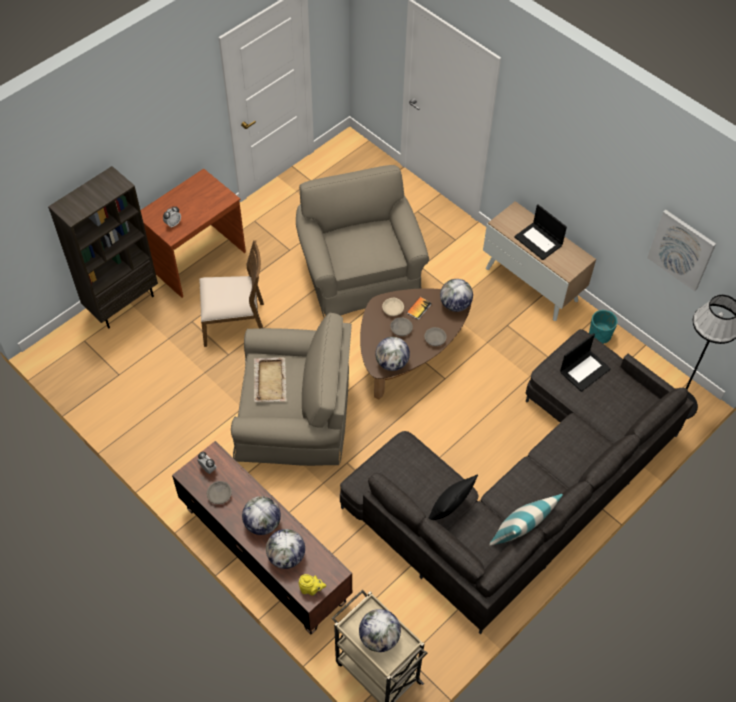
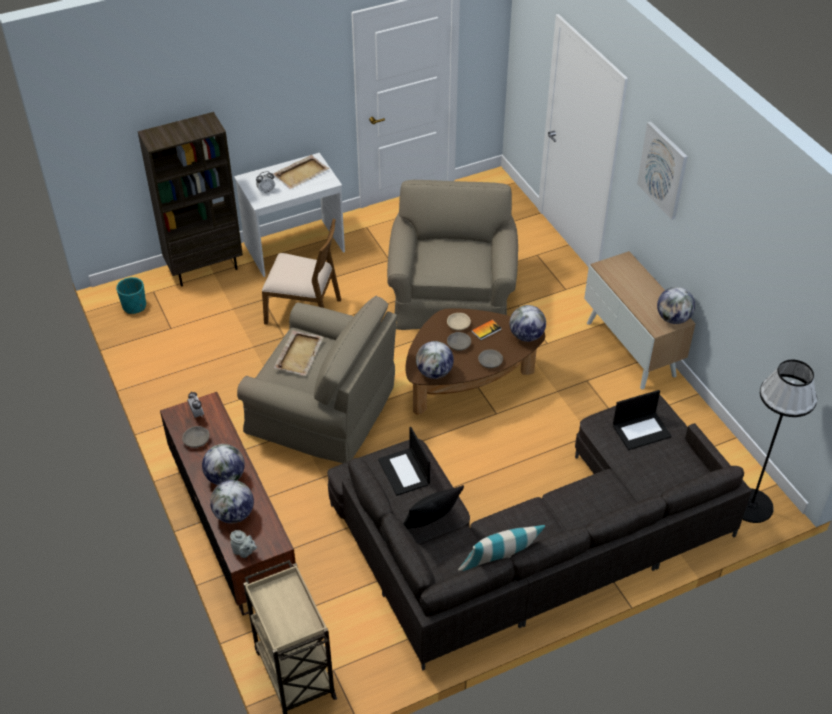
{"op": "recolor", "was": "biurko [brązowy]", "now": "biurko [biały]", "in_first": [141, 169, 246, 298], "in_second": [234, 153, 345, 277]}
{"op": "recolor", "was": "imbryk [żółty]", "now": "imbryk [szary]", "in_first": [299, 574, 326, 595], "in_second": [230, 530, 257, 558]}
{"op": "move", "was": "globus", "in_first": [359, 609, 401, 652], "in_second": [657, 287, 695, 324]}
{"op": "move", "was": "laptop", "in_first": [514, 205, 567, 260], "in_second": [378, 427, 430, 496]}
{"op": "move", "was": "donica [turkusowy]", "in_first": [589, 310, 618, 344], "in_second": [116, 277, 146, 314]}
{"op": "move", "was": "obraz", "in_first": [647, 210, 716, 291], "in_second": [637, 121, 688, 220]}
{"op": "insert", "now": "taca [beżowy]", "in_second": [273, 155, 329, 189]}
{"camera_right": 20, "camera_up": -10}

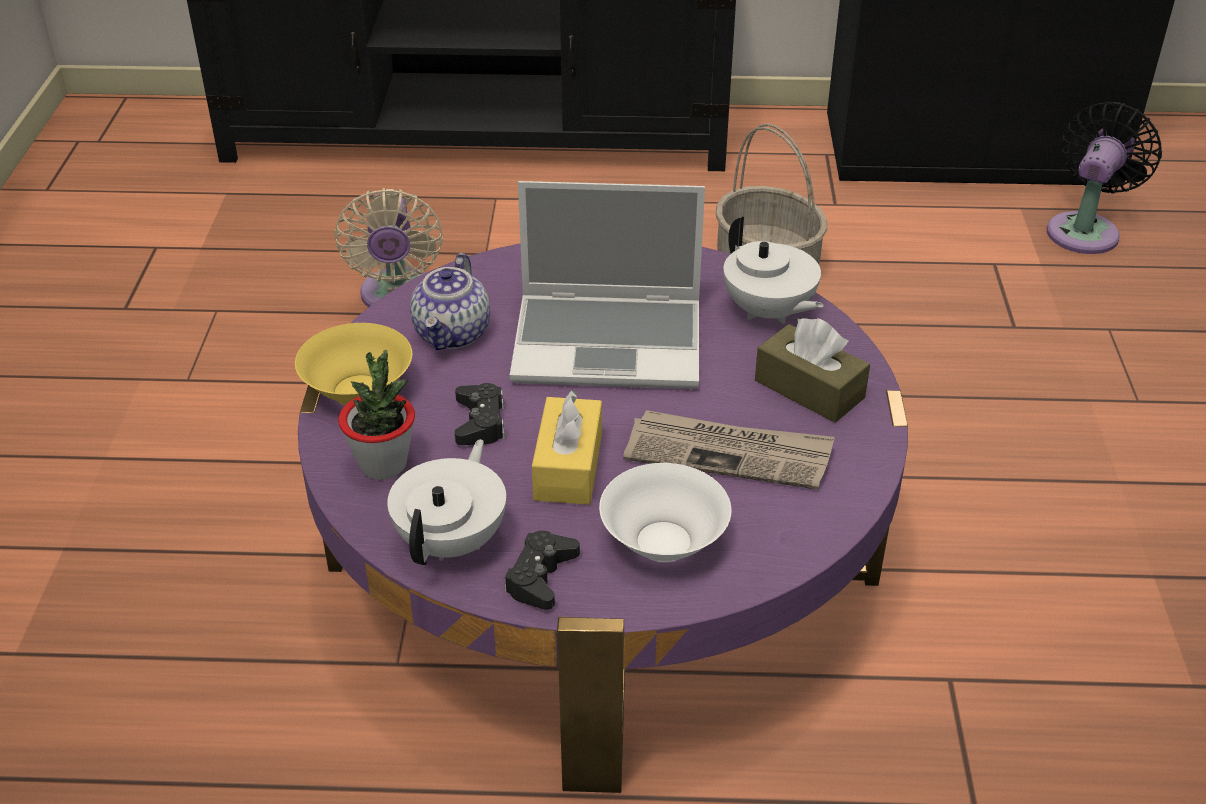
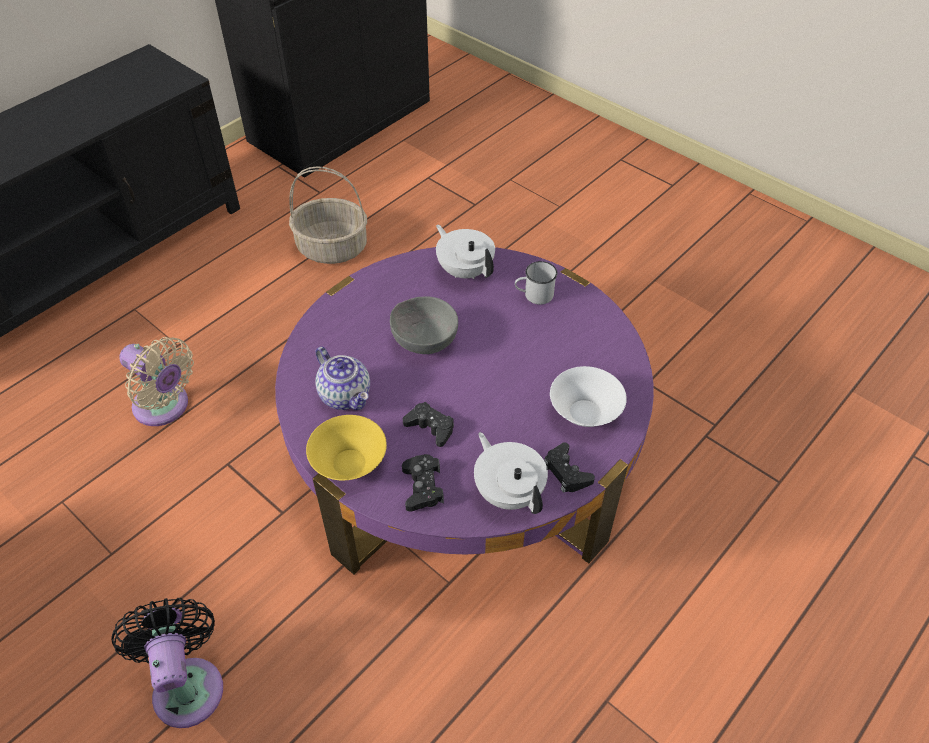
{"op": "replace", "was": "roślina doniczkowa", "now": "pad do gier [czarny]", "in_first": [338, 350, 415, 480], "in_second": [402, 454, 444, 511]}
{"op": "replace", "was": "laptop", "now": "miska [szary]", "in_first": [510, 181, 705, 389], "in_second": [390, 297, 458, 354]}
{"op": "delete", "was": "pudełko chusteczek [żółty]", "in_first": [532, 390, 602, 505]}
{"op": "delete", "was": "gazeta", "in_first": [623, 410, 835, 490]}
{"op": "rotate", "was": "imbryk [biały]", "in_first": [723, 216, 824, 324], "in_second": [436, 225, 495, 279], "clockwise": -135}
{"op": "replace", "was": "pudełko chusteczek [brązowy]", "now": "kubek [biały]", "in_first": [755, 318, 870, 423], "in_second": [515, 261, 557, 305]}
{"op": "move", "was": "wentylator [czarny]", "in_first": [1047, 102, 1162, 254], "in_second": [111, 598, 223, 728]}
{"camera_right": -50, "camera_up": 10}

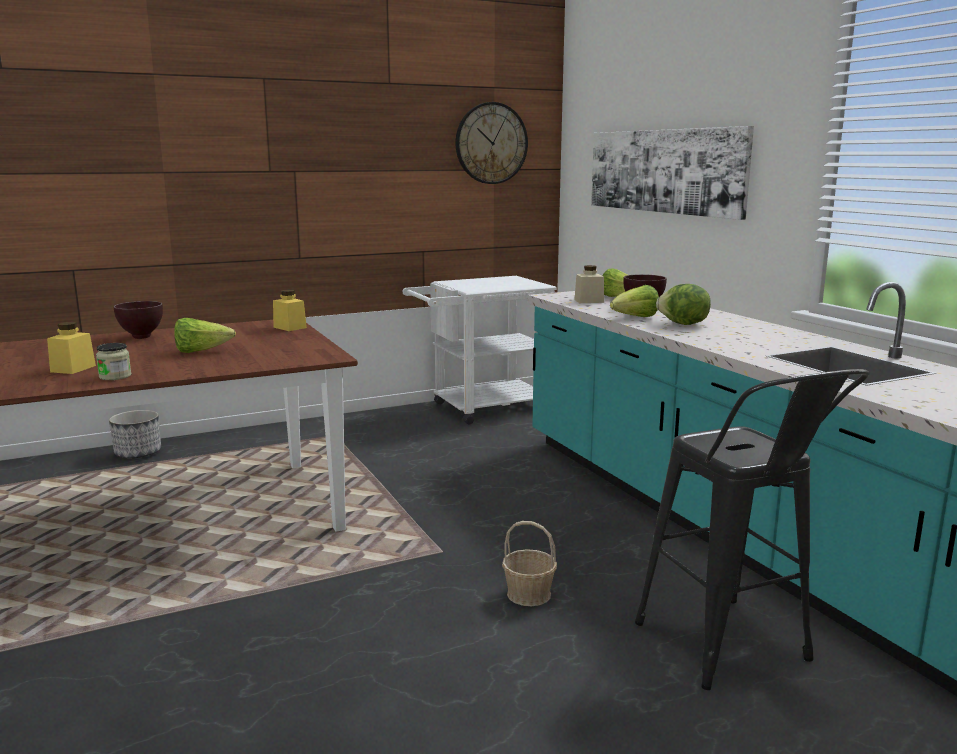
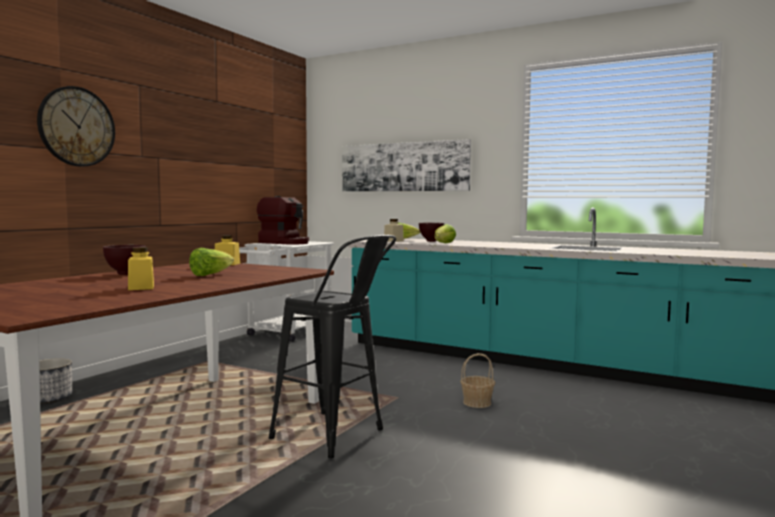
{"op": "delete", "was": "słoik", "in_first": [96, 343, 131, 380]}
{"op": "move", "was": "zegar ścienny", "in_first": [456, 102, 528, 184], "in_second": [37, 86, 115, 166]}
{"op": "move", "was": "stołek [czarny]", "in_first": [635, 369, 870, 690], "in_second": [269, 235, 396, 458]}
{"op": "delete", "was": "sałata", "in_first": [656, 284, 711, 325]}
{"op": "insert", "now": "ekspres do kawy", "in_second": [257, 196, 309, 245]}
{"camera_right": -35, "camera_up": -10}

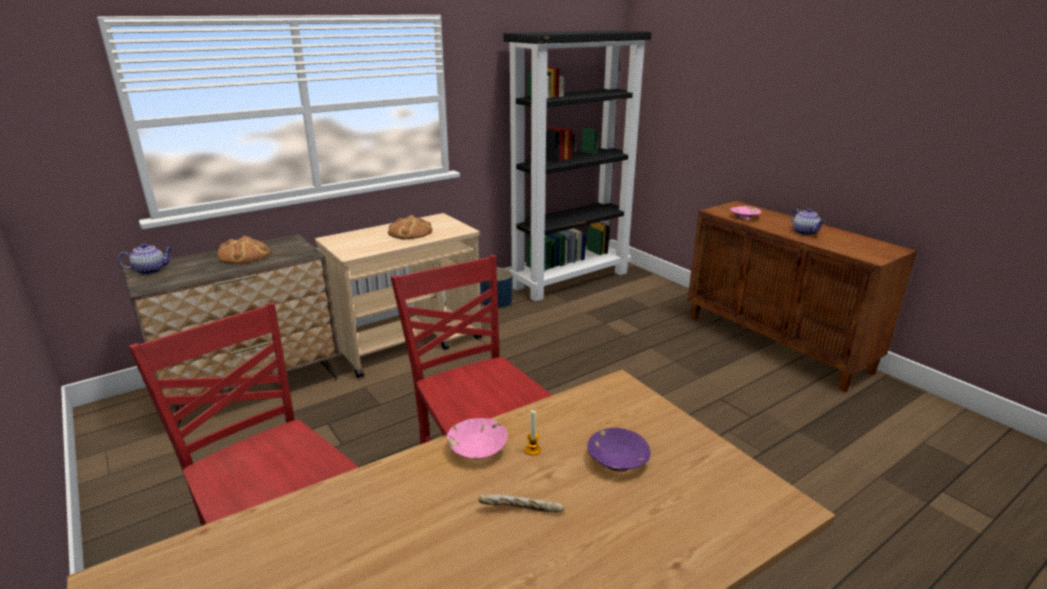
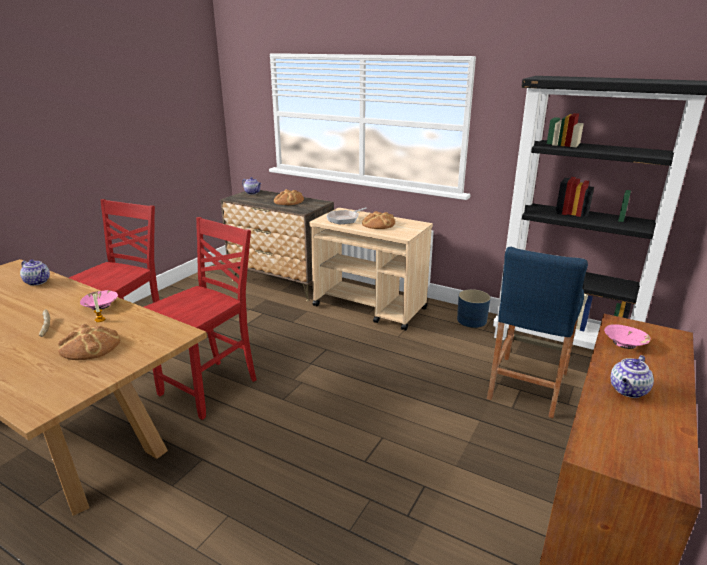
{"op": "replace", "was": "miska [fioletowy]", "now": "chleb", "in_first": [587, 428, 650, 471], "in_second": [58, 324, 120, 360]}
{"op": "insert", "now": "imbryk", "in_second": [20, 259, 50, 286]}
{"op": "insert", "now": "patelnia", "in_second": [327, 207, 367, 224]}
{"op": "insert", "now": "stołek [niebieski]", "in_second": [487, 247, 588, 418]}
{"camera_right": 65, "camera_up": 0}

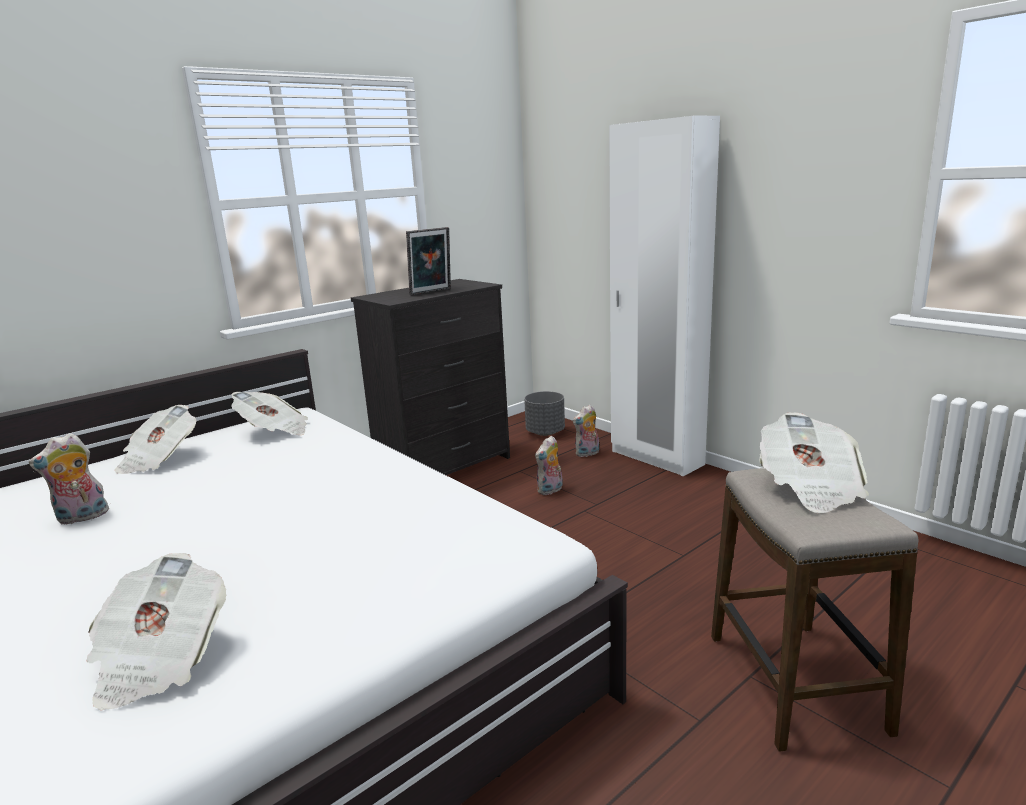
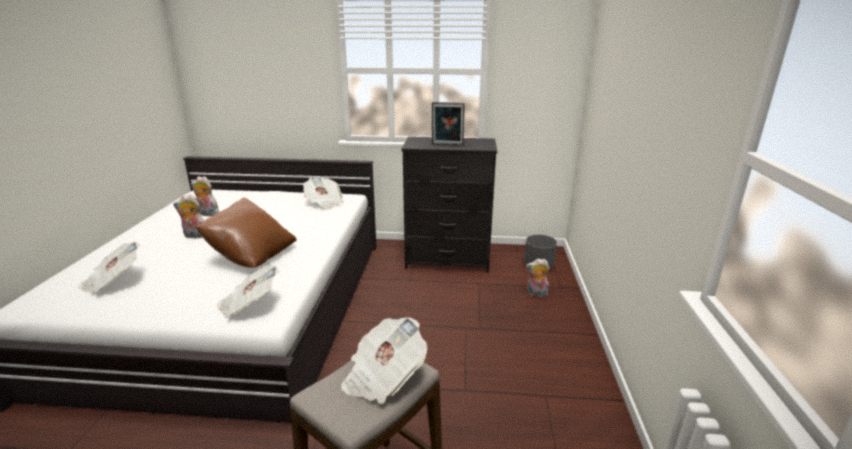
{"op": "move", "was": "gazeta", "in_first": [115, 405, 196, 474], "in_second": [217, 265, 279, 318]}
{"op": "move", "was": "pluszak", "in_first": [535, 436, 563, 495], "in_second": [173, 194, 204, 239]}
{"op": "delete", "was": "szafa [biały]", "in_first": [609, 115, 720, 476]}
{"op": "insert", "now": "poduszka [brązowy]", "in_second": [196, 197, 297, 268]}
{"camera_right": 45, "camera_up": 5}

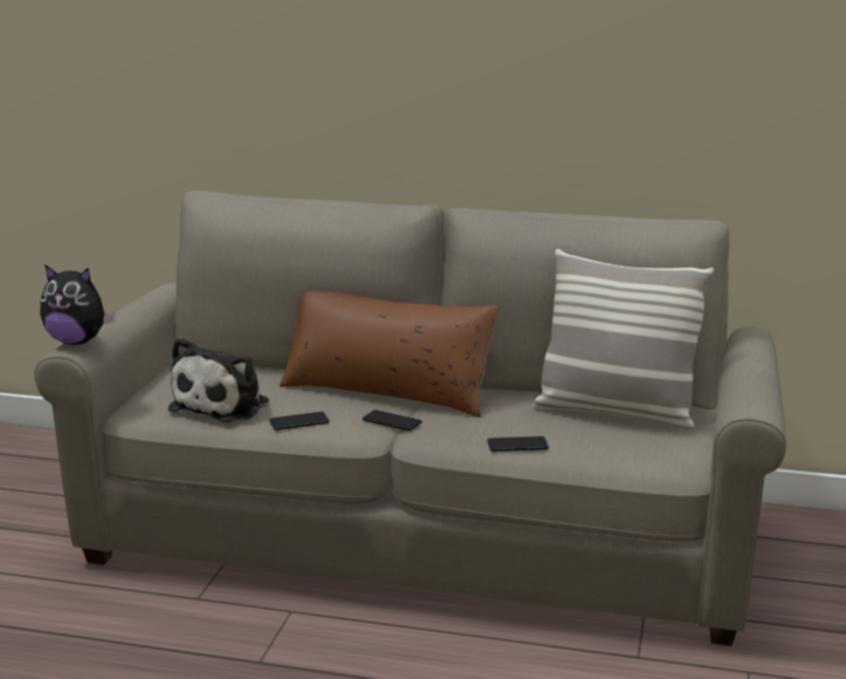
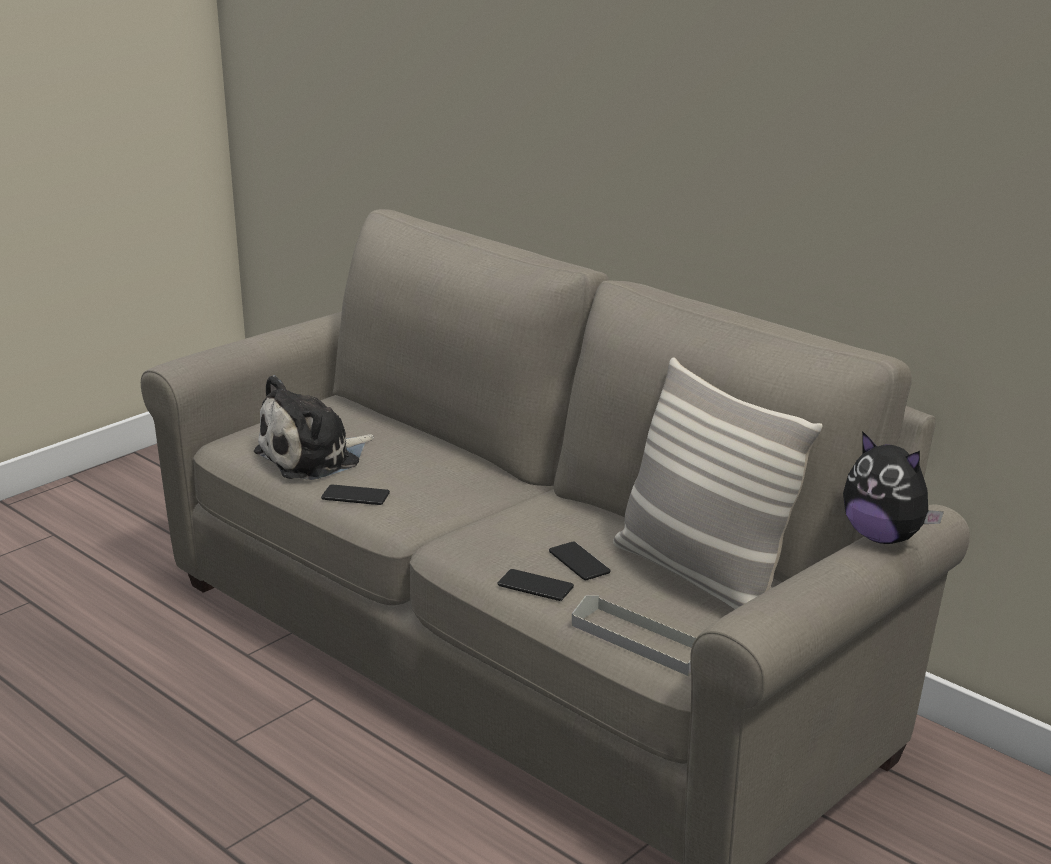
{"op": "move", "was": "pluszak", "in_first": [40, 265, 116, 345], "in_second": [843, 431, 944, 544]}
{"op": "delete", "was": "poduszka [brązowy]", "in_first": [279, 291, 499, 417]}
{"op": "move", "was": "telefon", "in_first": [362, 410, 422, 431], "in_second": [549, 542, 611, 580]}
{"op": "insert", "now": "taca [szary]", "in_second": [572, 596, 696, 676]}
{"camera_right": 30, "camera_up": 5}

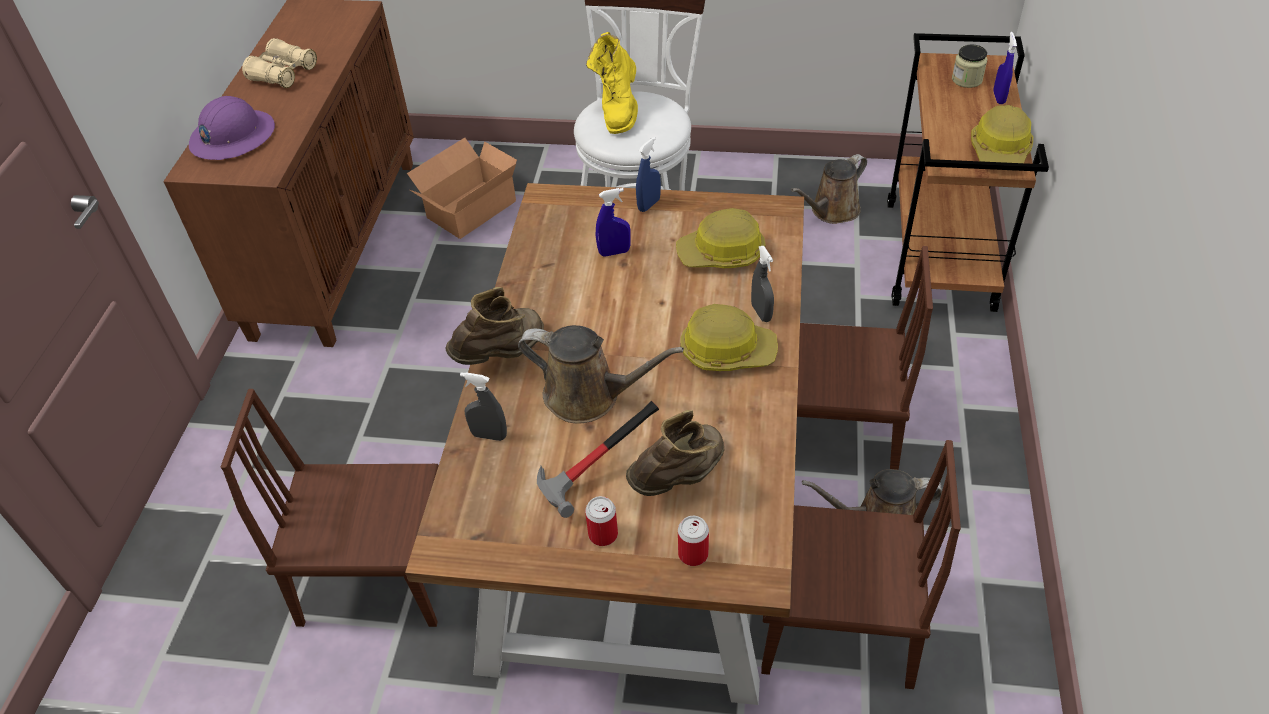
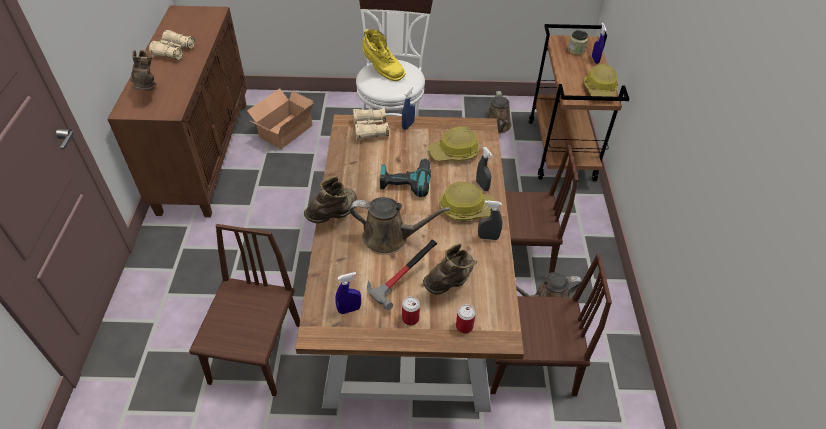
{"op": "replace", "was": "kask [fioletowy]", "now": "but z cholewką [brązowy]", "in_first": [189, 96, 275, 160], "in_second": [131, 50, 156, 91]}
{"op": "rotate", "was": "krzesło [brązowy]", "in_first": [221, 389, 439, 627], "in_second": [189, 224, 300, 396], "clockwise": 105}
{"op": "move", "was": "spryskiwacz [szary]", "in_first": [460, 372, 507, 441], "in_second": [478, 200, 502, 240]}
{"op": "rotate", "was": "but z cholewką [żółty]", "in_first": [586, 32, 638, 134], "in_second": [363, 29, 406, 81], "clockwise": -45}
{"op": "move", "was": "spryskiwacz [niebieski]", "in_first": [596, 188, 631, 257], "in_second": [336, 272, 361, 314]}
{"op": "rotate", "was": "konewka [brązowy]", "in_first": [791, 154, 867, 224], "in_second": [486, 91, 511, 133], "clockwise": -45}
{"op": "insert", "now": "lornetka [beżowy]", "in_second": [353, 108, 389, 140]}
{"op": "insert", "now": "wiertarka", "in_second": [380, 158, 431, 197]}
{"camera_right": -10, "camera_up": 0}

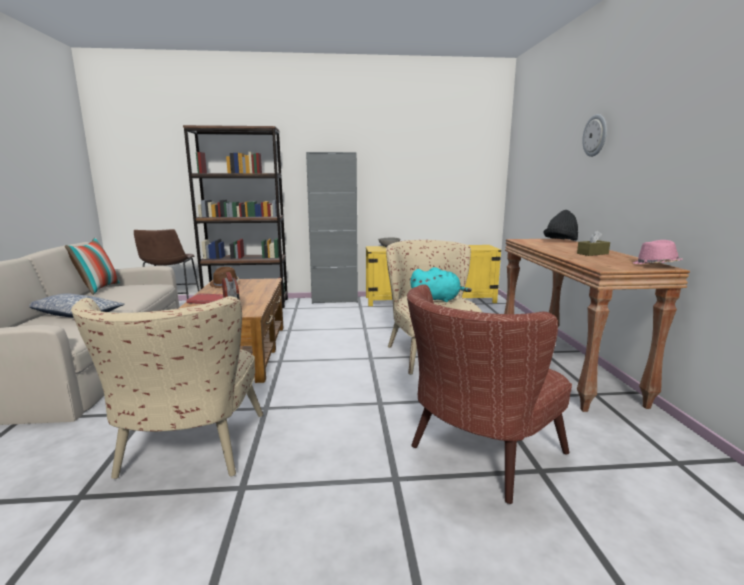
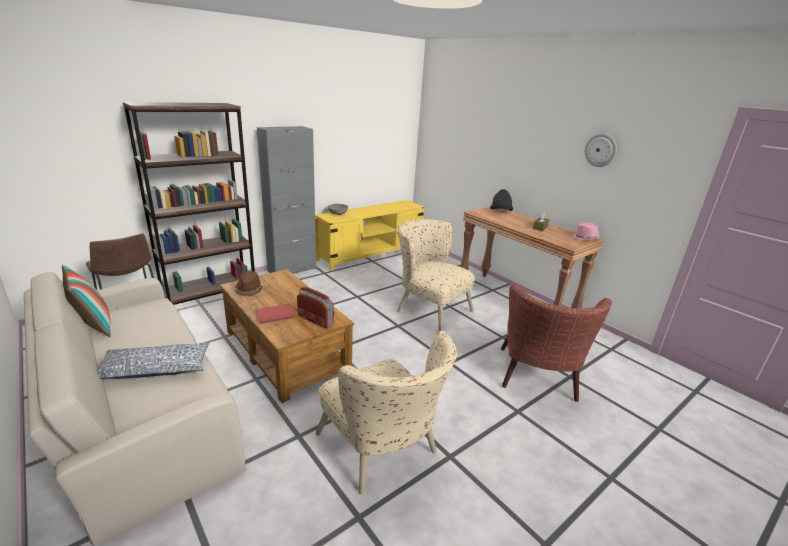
{"op": "delete", "was": "pluszak [turkusowy]", "in_first": [410, 267, 472, 302]}
{"op": "move", "was": "zegar ścienny", "in_first": [582, 114, 607, 157], "in_second": [585, 133, 617, 167]}
{"camera_right": -35, "camera_up": 10}

